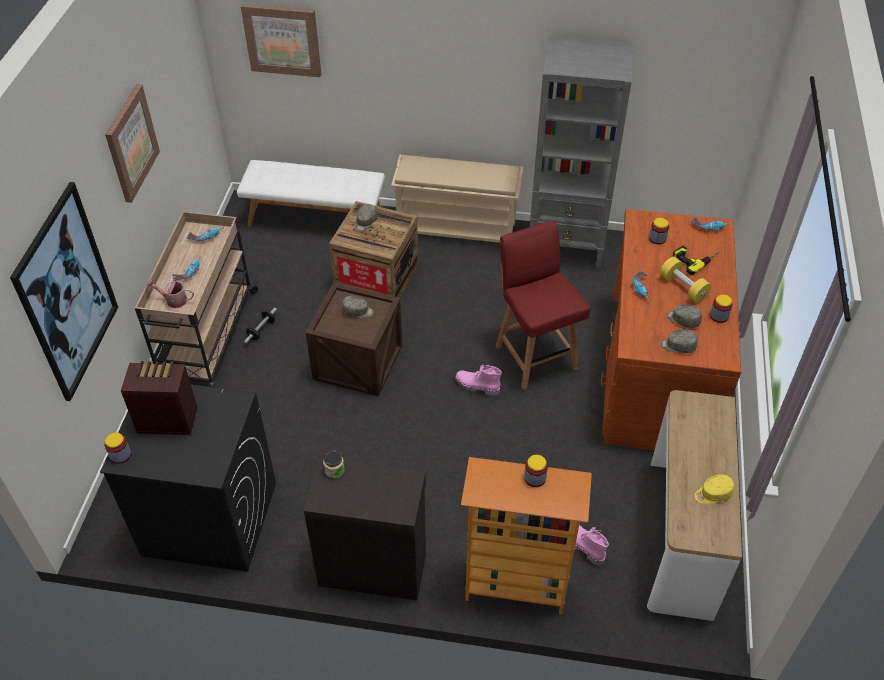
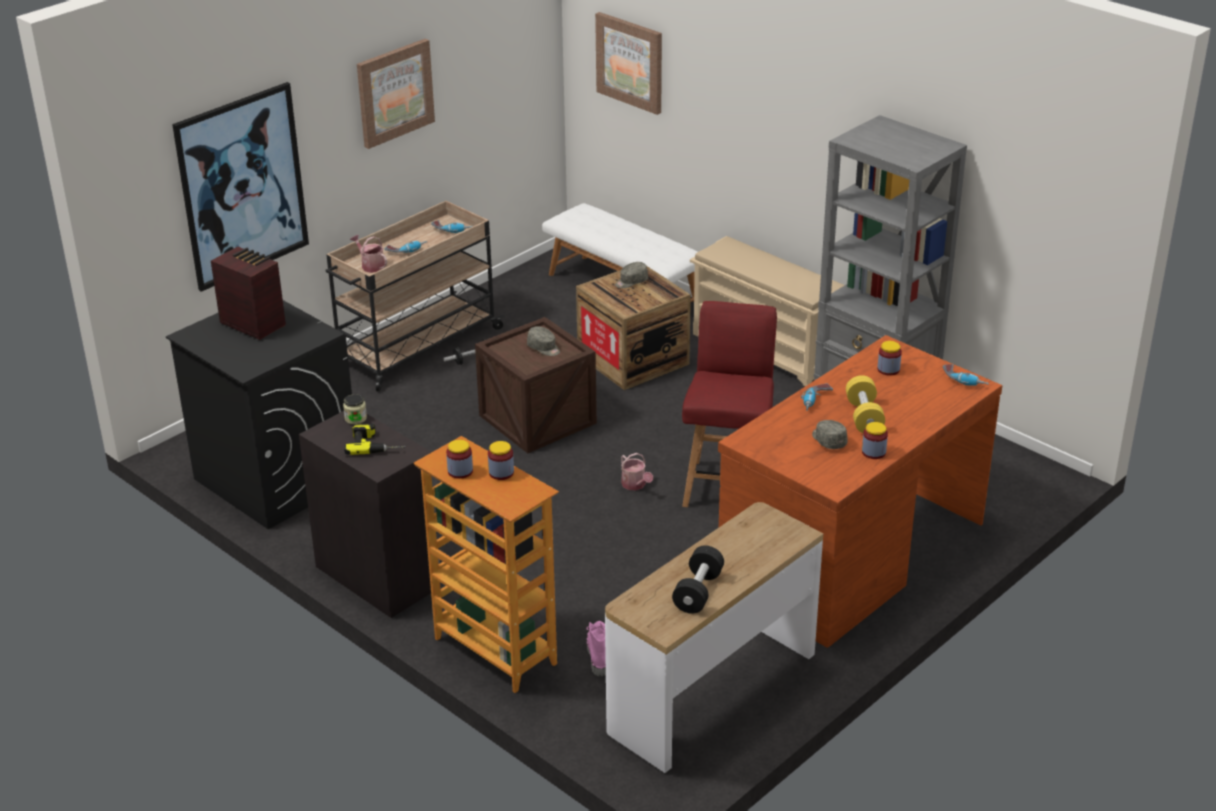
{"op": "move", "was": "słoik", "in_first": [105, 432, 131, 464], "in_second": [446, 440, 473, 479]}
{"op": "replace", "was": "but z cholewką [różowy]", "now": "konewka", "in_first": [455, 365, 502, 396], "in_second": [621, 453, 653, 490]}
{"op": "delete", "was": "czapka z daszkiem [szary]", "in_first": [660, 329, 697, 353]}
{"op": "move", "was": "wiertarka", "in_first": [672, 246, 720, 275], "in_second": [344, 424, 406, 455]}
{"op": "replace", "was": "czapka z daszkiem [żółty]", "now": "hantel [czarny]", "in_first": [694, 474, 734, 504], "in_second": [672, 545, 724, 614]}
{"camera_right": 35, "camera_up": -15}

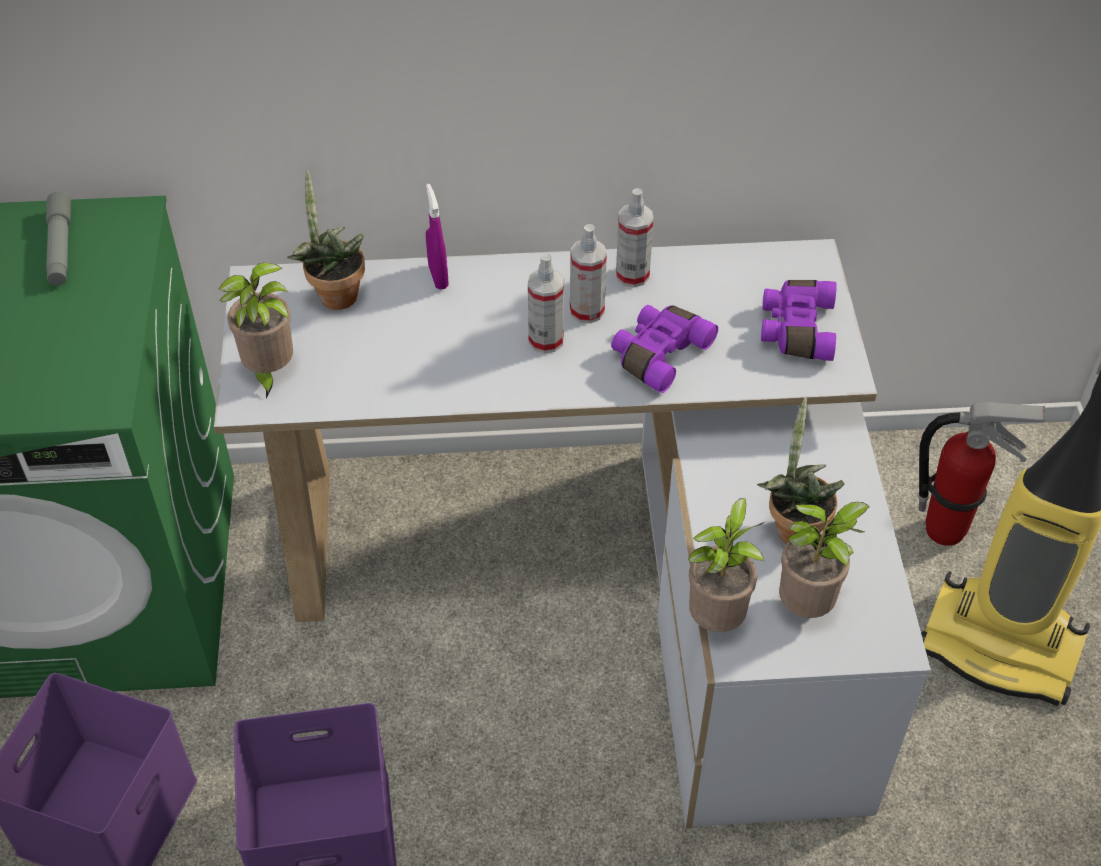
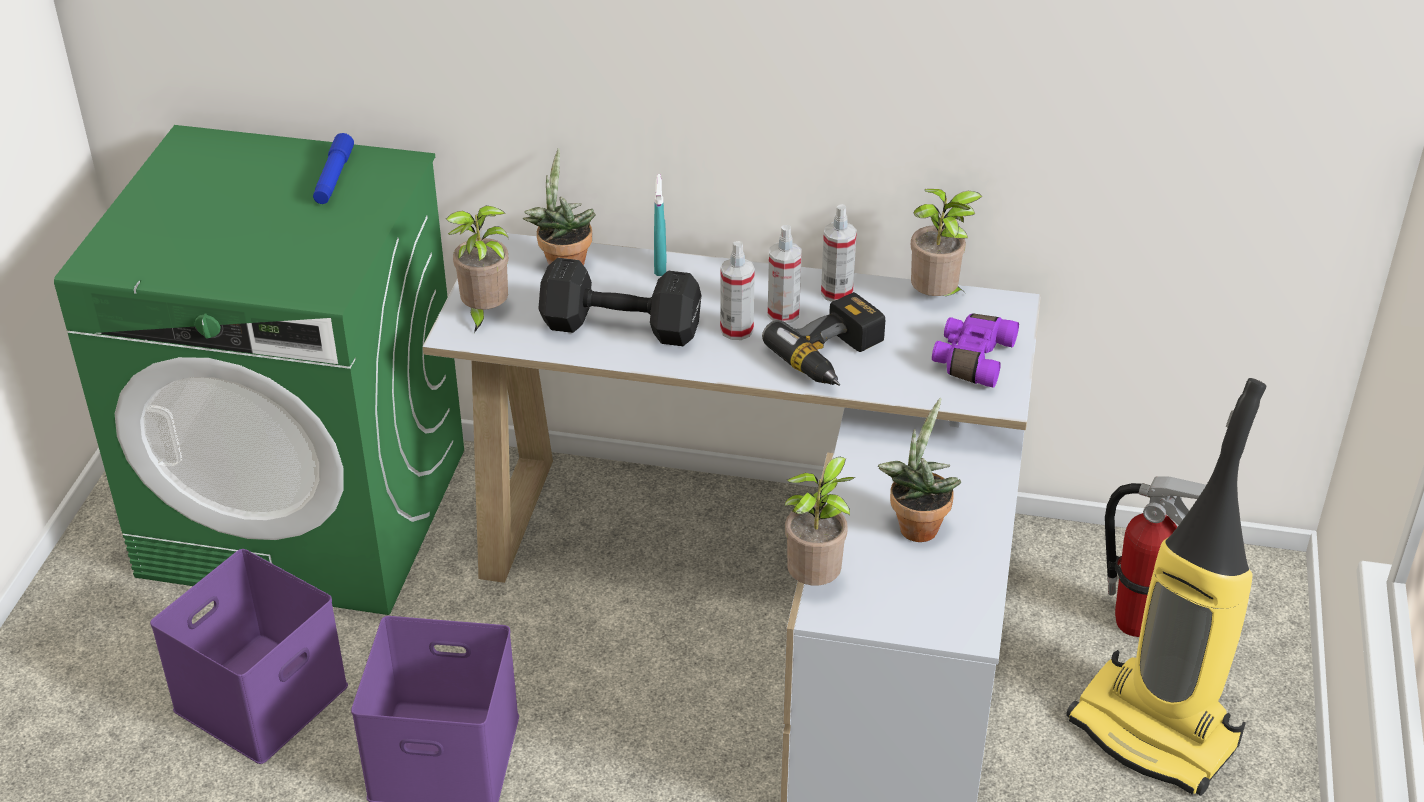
{"op": "recolor", "was": "latarka [szary]", "now": "latarka [niebieski]", "in_first": [46, 192, 71, 286], "in_second": [313, 133, 354, 204]}
{"op": "recolor", "was": "spryskiwacz [fioletowy]", "now": "spryskiwacz [turkusowy]", "in_first": [426, 184, 449, 290], "in_second": [654, 174, 666, 276]}
{"op": "replace", "was": "lornetka [fioletowy]", "now": "wiertarka", "in_first": [611, 305, 718, 393], "in_second": [762, 292, 885, 386]}
{"op": "move", "was": "roślina doniczkowa", "in_first": [779, 502, 869, 618], "in_second": [911, 189, 982, 296]}
{"op": "insert", "now": "hantel [czarny]", "in_second": [538, 258, 701, 346]}
{"camera_right": 15, "camera_up": -10}

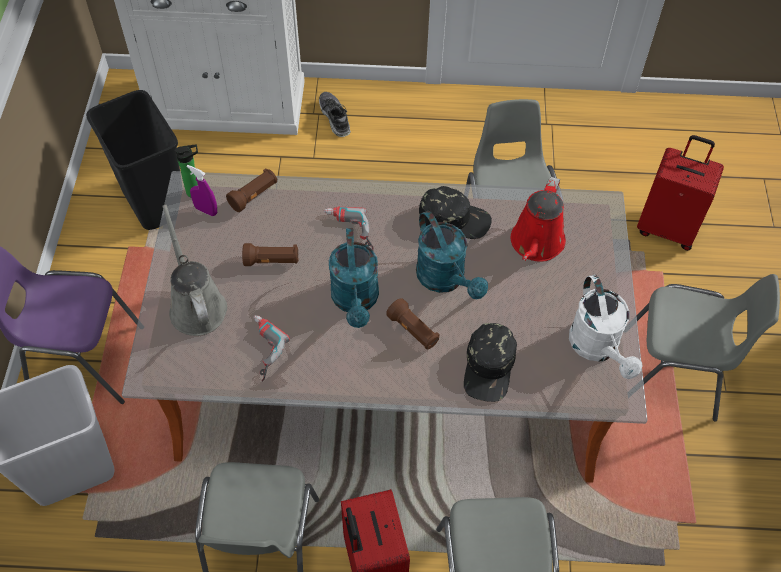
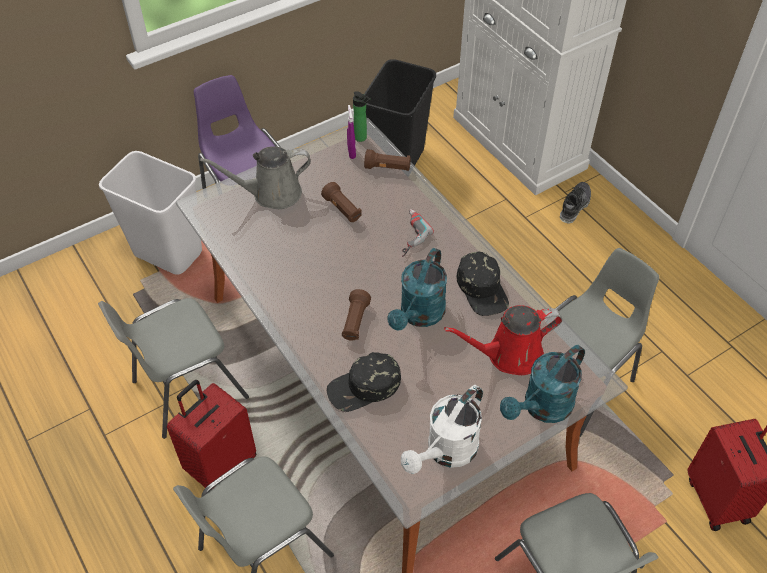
{"op": "rotate", "was": "konewka [szary]", "in_first": [163, 205, 227, 336], "in_second": [200, 146, 311, 209], "clockwise": -135}
{"op": "delete", "was": "wiertarka", "in_first": [253, 315, 290, 381]}
{"op": "move", "was": "konewka [turkusowy]", "in_first": [329, 228, 379, 328], "in_second": [500, 345, 585, 423]}
{"camera_right": 55, "camera_up": -5}

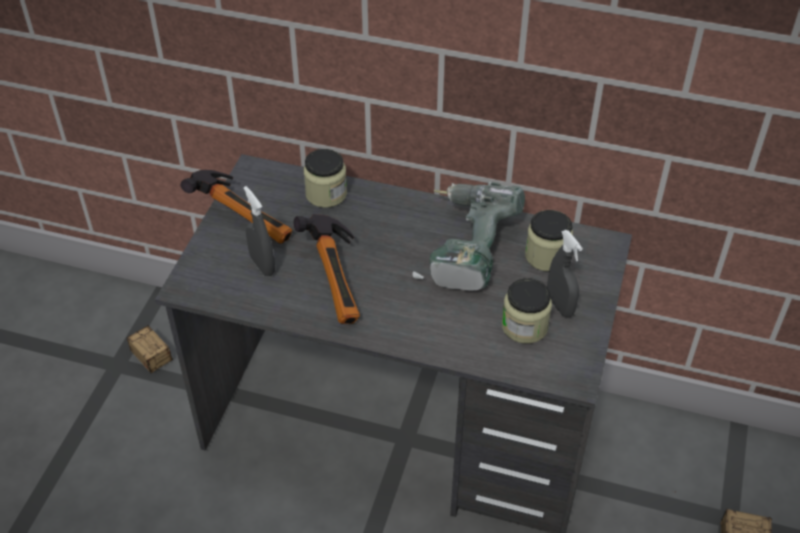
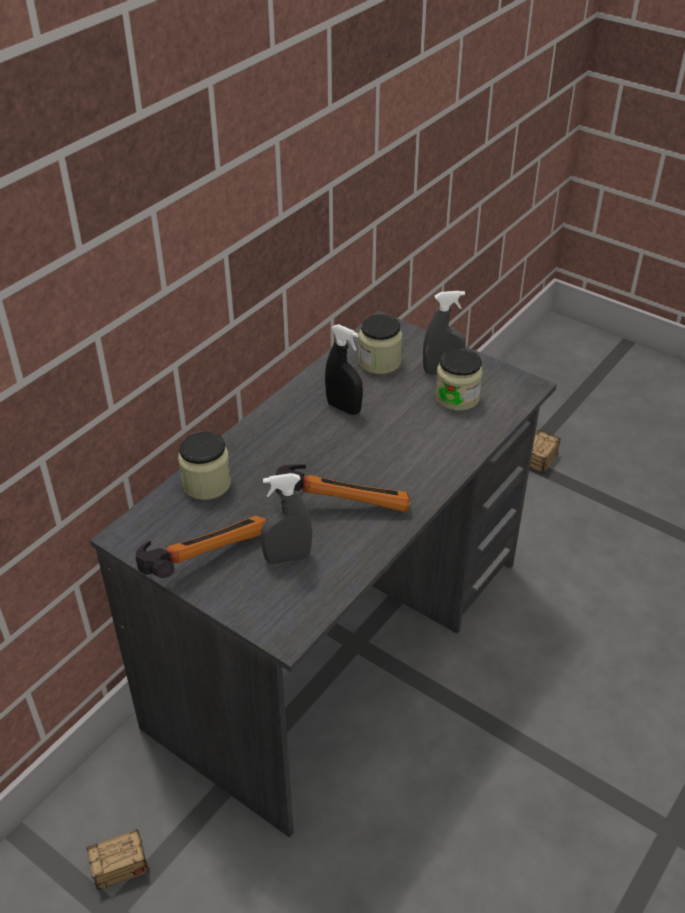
{"op": "replace", "was": "wiertarka", "now": "spryskiwacz [czarny]", "in_first": [412, 182, 525, 290], "in_second": [325, 324, 363, 415]}
{"camera_right": -70, "camera_up": -5}

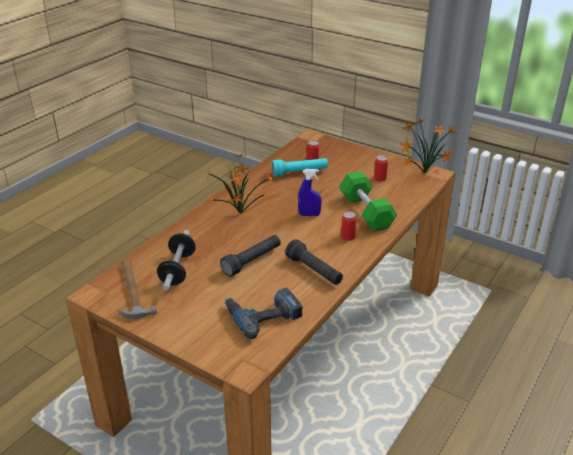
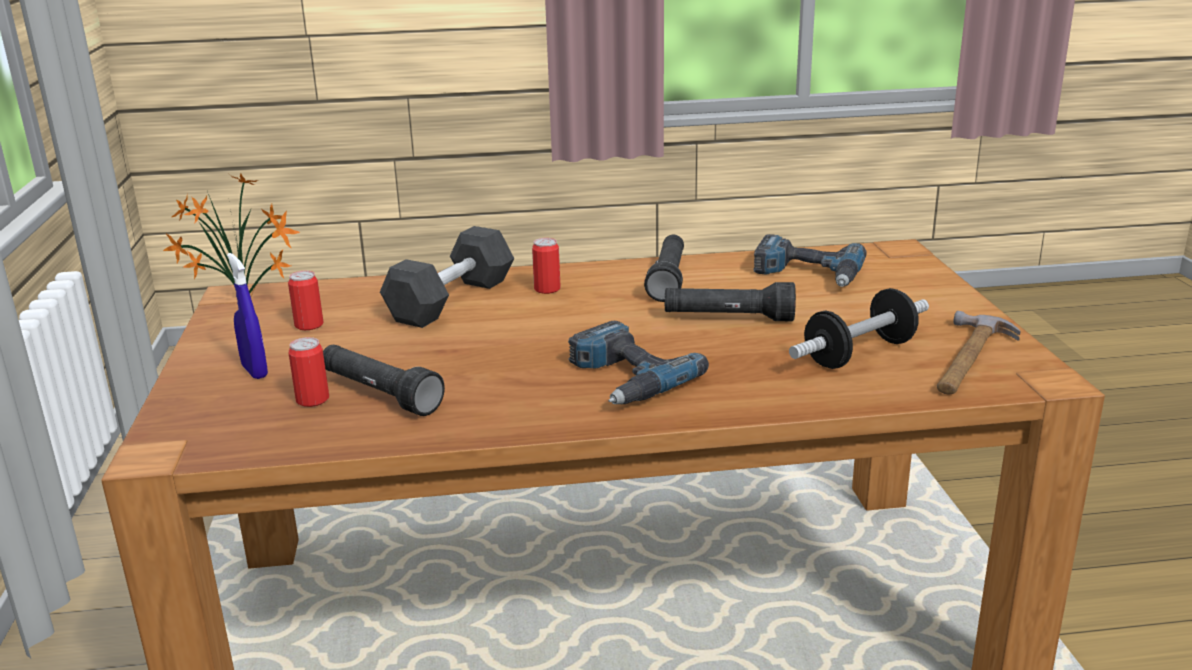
{"op": "replace", "was": "roślina doniczkowa", "now": "wiertarka", "in_first": [206, 154, 274, 214], "in_second": [568, 321, 709, 404]}
{"op": "recolor", "was": "latarka [turkusowy]", "now": "latarka [czarny]", "in_first": [272, 158, 328, 177], "in_second": [323, 345, 445, 416]}
{"op": "move", "was": "spryskiwacz [niebieski]", "in_first": [298, 169, 322, 217], "in_second": [227, 253, 268, 379]}
{"op": "recolor", "was": "hantel [zielony]", "now": "hantel [szary]", "in_first": [339, 171, 397, 232], "in_second": [380, 226, 514, 328]}
{"camera_right": -130, "camera_up": -10}

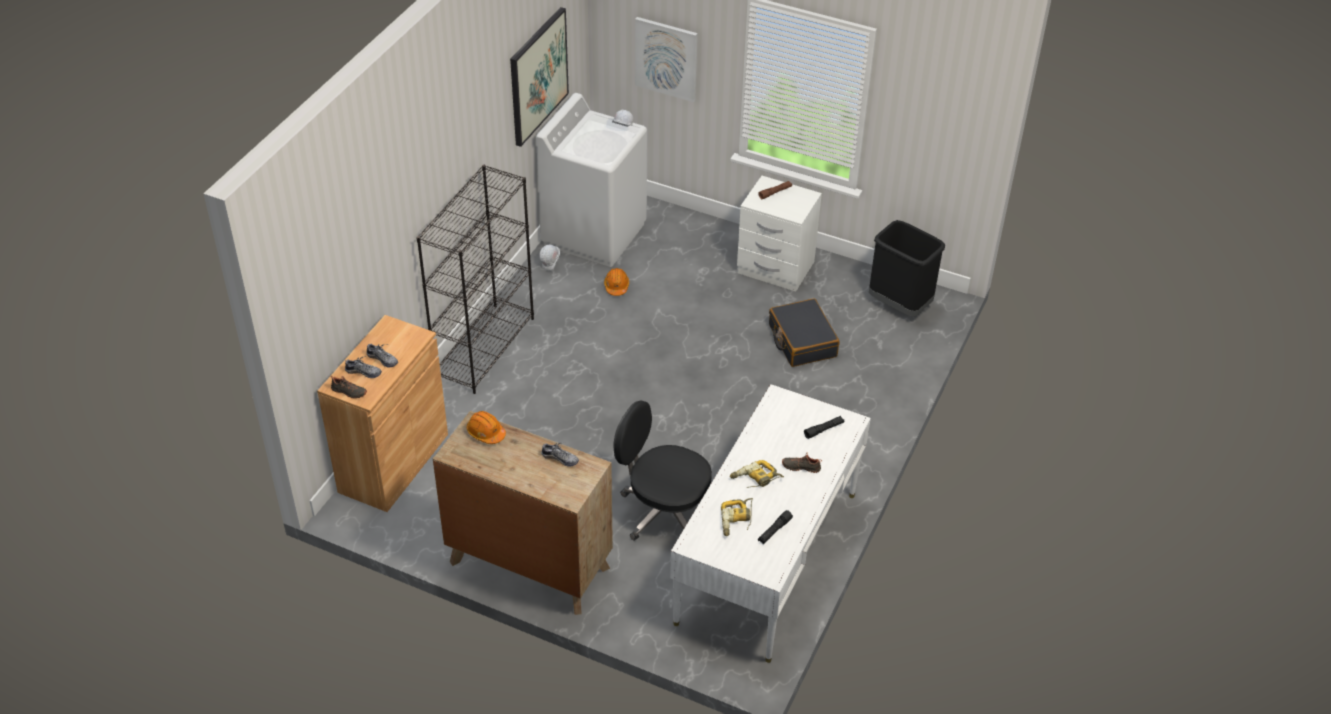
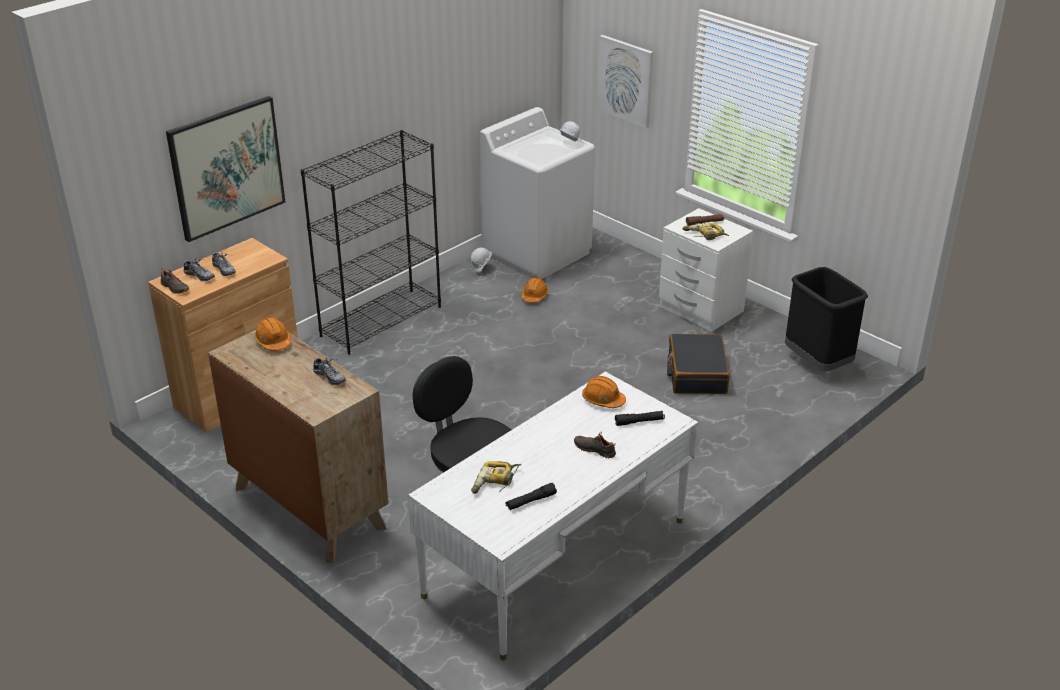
{"op": "move", "was": "obraz", "in_first": [510, 7, 569, 147], "in_second": [166, 96, 285, 242]}
{"op": "move", "was": "wiertarka", "in_first": [730, 460, 784, 488], "in_second": [682, 223, 729, 240]}
{"op": "insert", "now": "kask [pomarańczowy]", "in_second": [582, 376, 626, 408]}
{"camera_right": 20, "camera_up": -10}

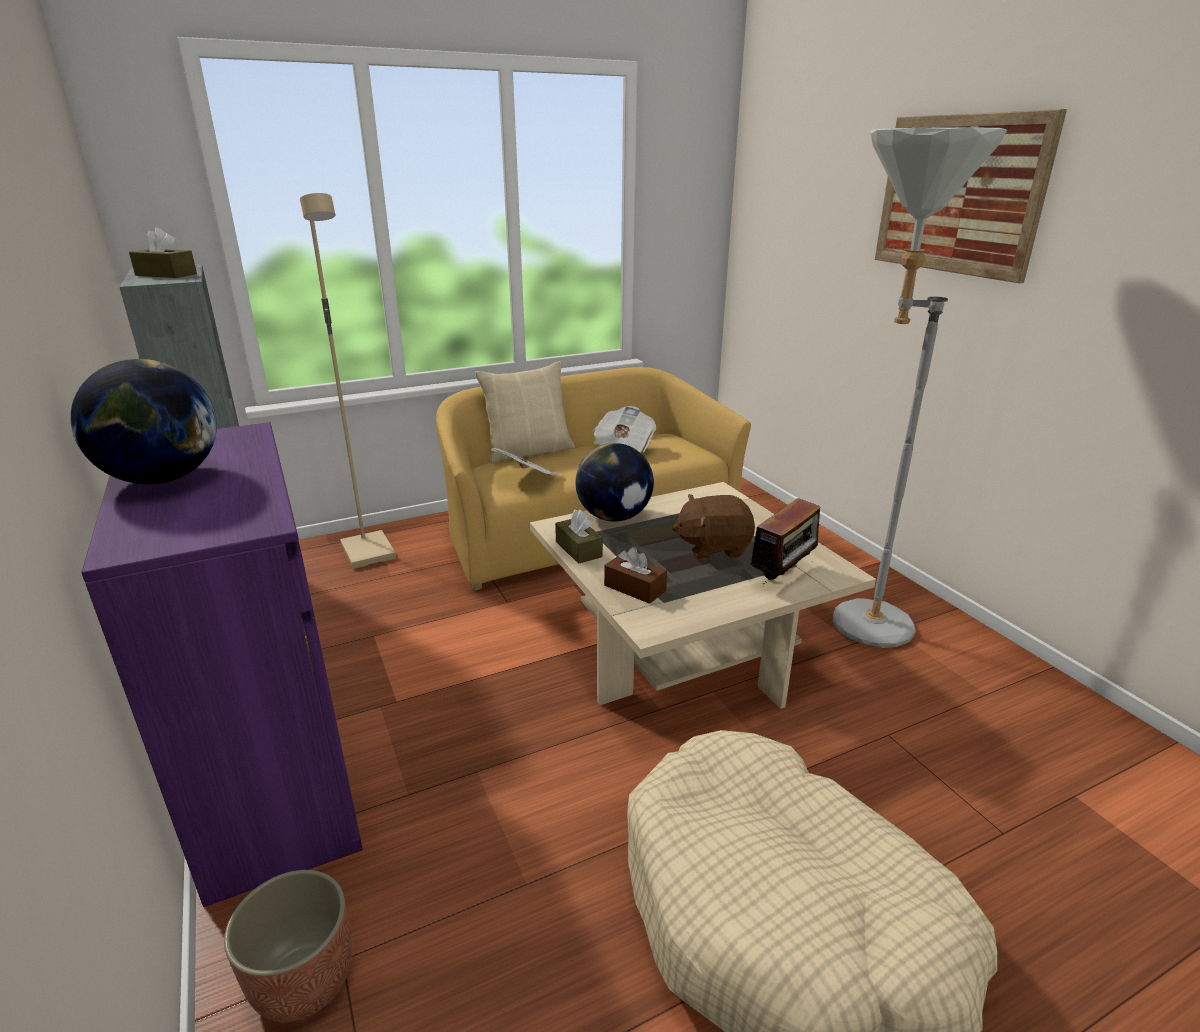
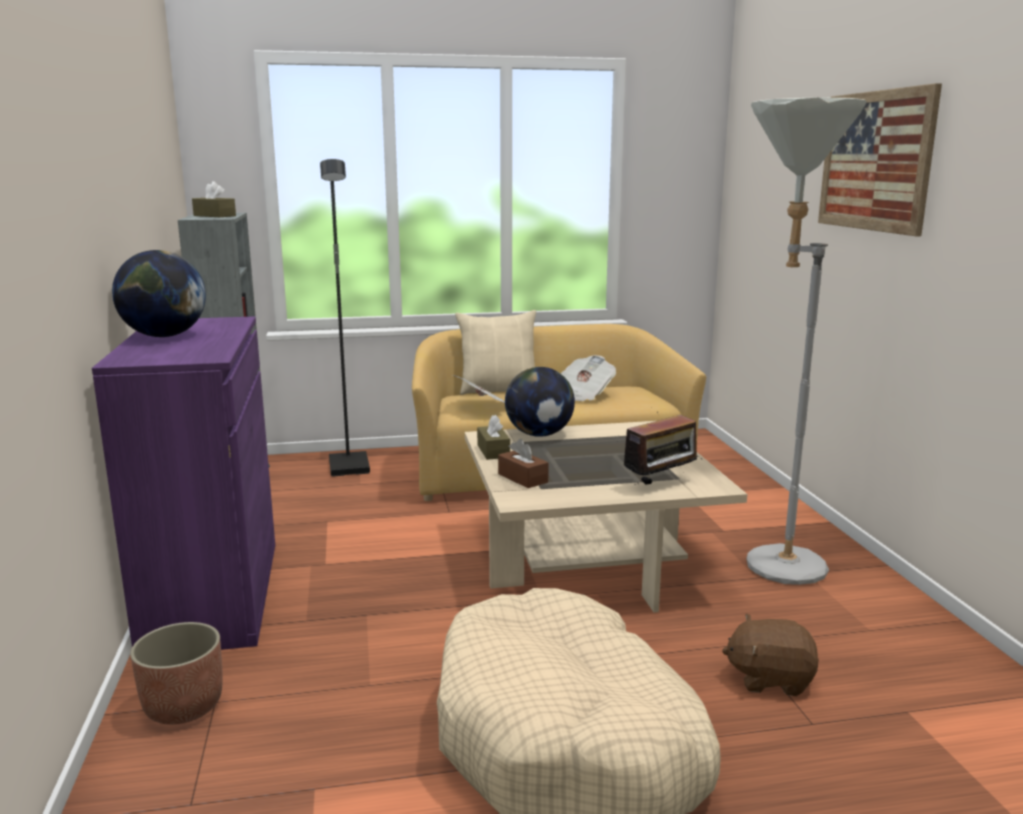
{"op": "recolor", "was": "lampa stojąca [beżowy]", "now": "lampa stojąca [czarny]", "in_first": [300, 193, 396, 569], "in_second": [320, 159, 370, 477]}
{"op": "move", "was": "pluszak [brązowy]", "in_first": [672, 494, 755, 559], "in_second": [722, 613, 819, 696]}
{"camera_right": 15, "camera_up": -10}

